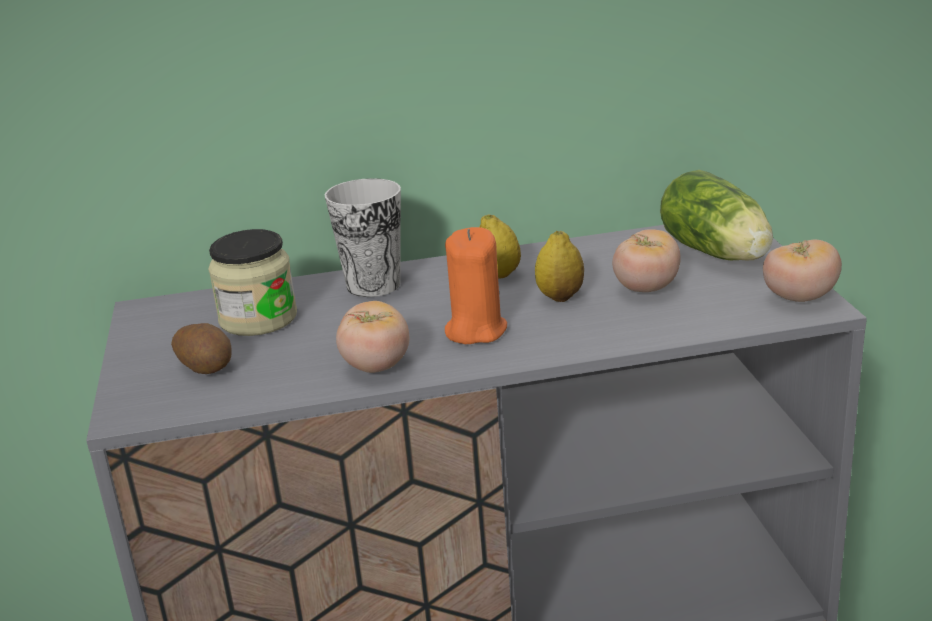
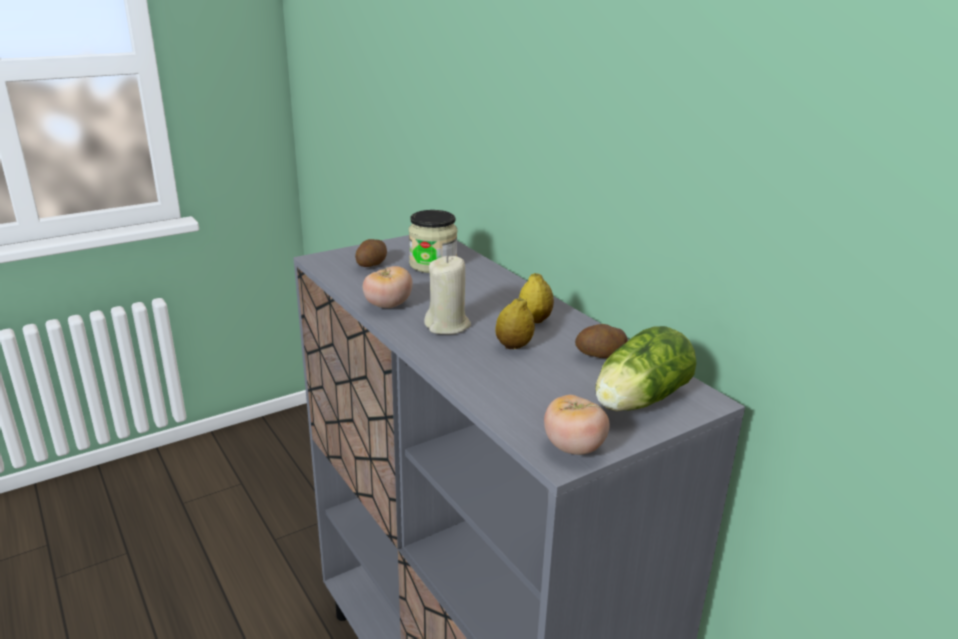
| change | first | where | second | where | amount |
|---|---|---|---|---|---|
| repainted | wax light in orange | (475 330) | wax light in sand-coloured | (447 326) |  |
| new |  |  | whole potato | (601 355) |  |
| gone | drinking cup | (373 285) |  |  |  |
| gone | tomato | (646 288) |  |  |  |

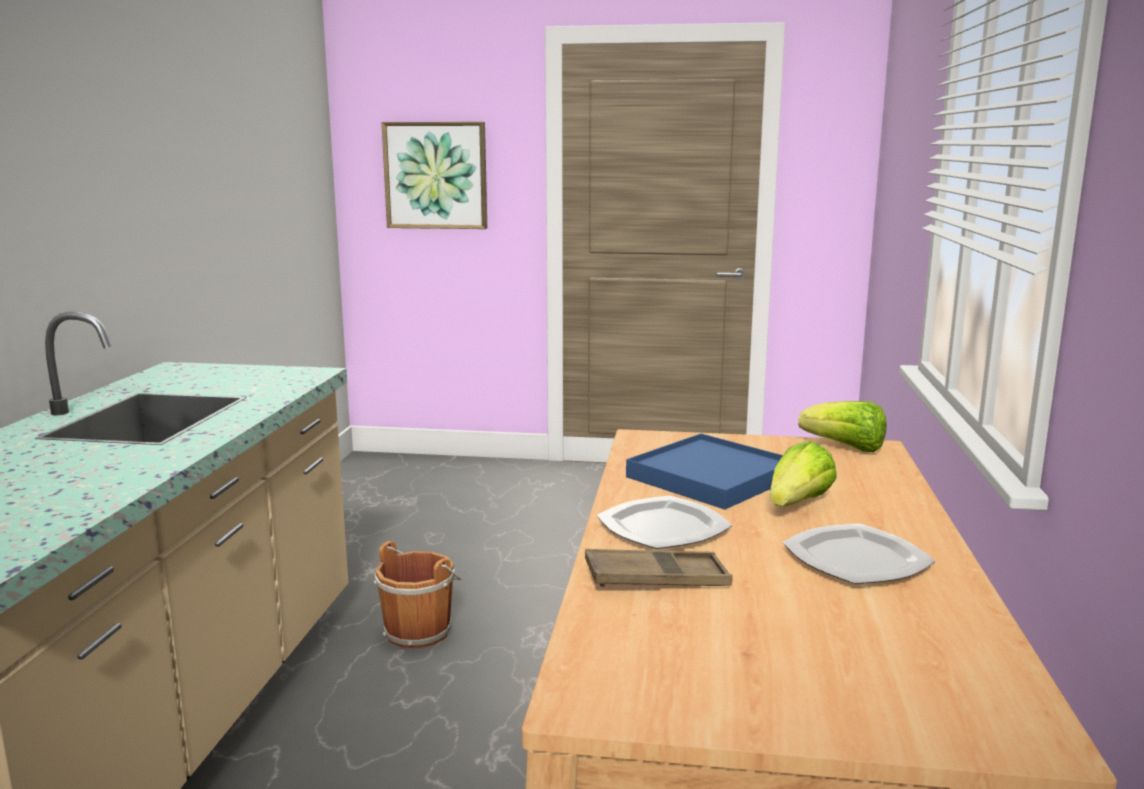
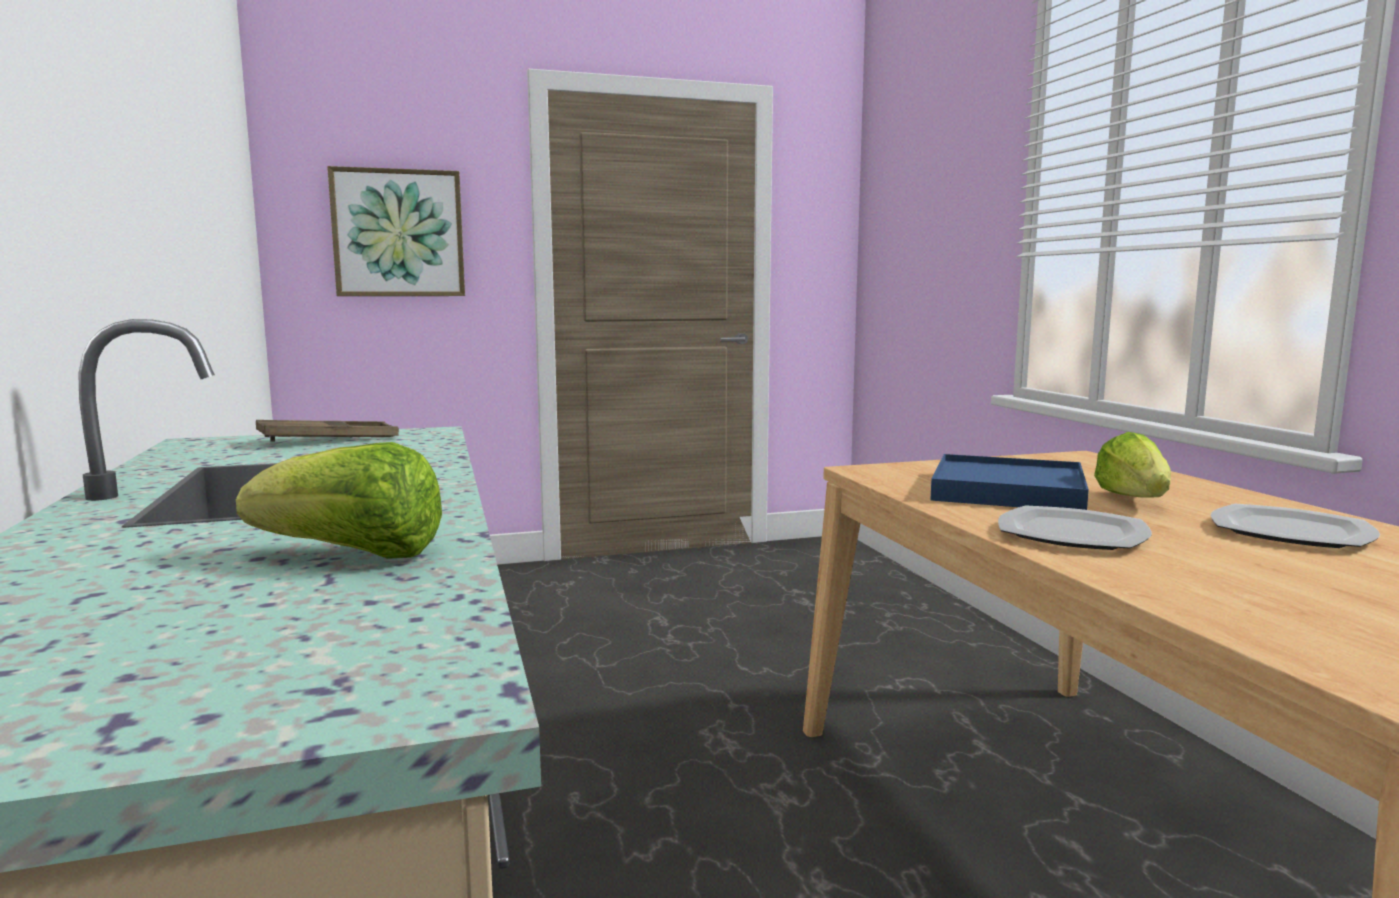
| change | first | where | second | where | amount |
|---|---|---|---|---|---|
| shifted | head of lettuce | (845 447) |  | (353 556) |  |
| shifted | serving tray in brown-coloured | (656 579) |  | (329 439) |  |
| gone | pail in brown-coloured | (419 630) |  |  |  |

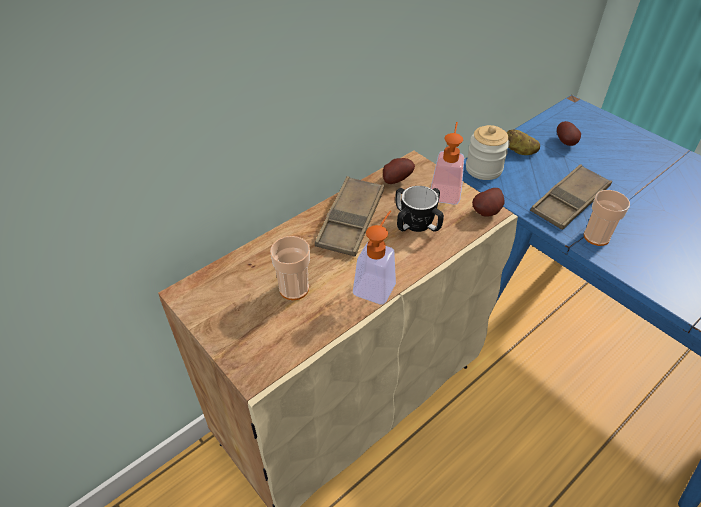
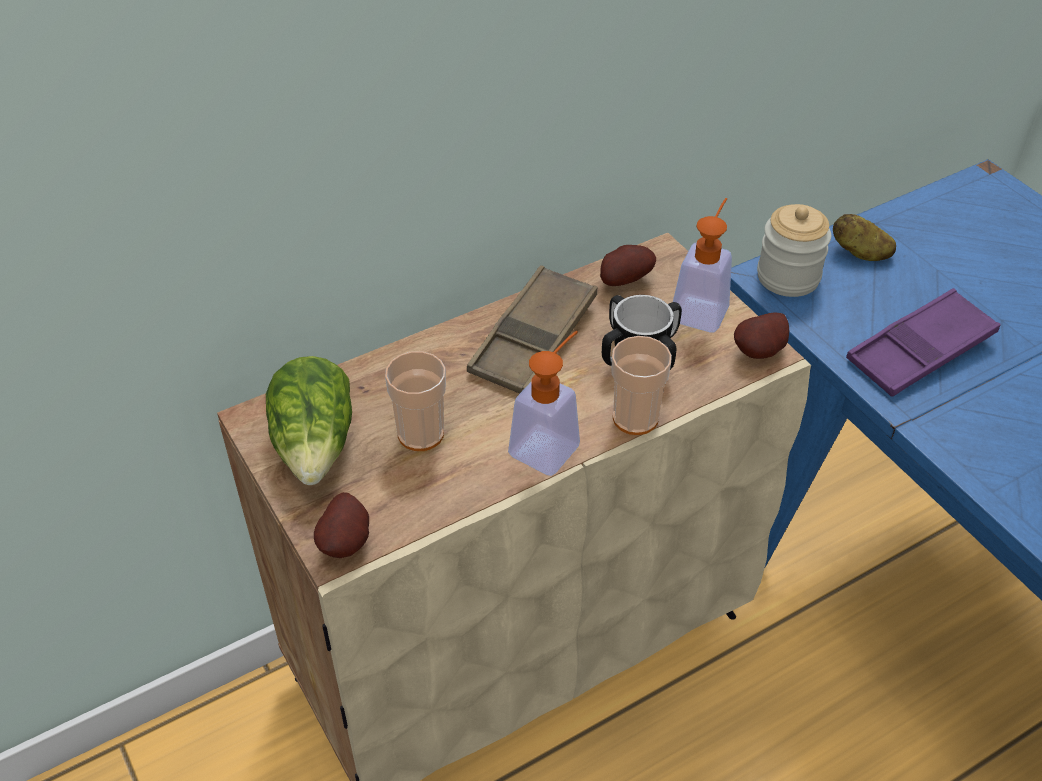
| change | first | where | second | where | amount |
|---|---|---|---|---|---|
| new |  |  | head of lettuce | (316 445) |  |
| shifted | whole potato | (566 143) |  | (347 542) |  |
| shifted | drinking cup | (596 237) |  | (635 418) |  |
| repainted | serving tray in brown-coloured | (569 202) | serving tray in purple-coloured | (920 351) |  |

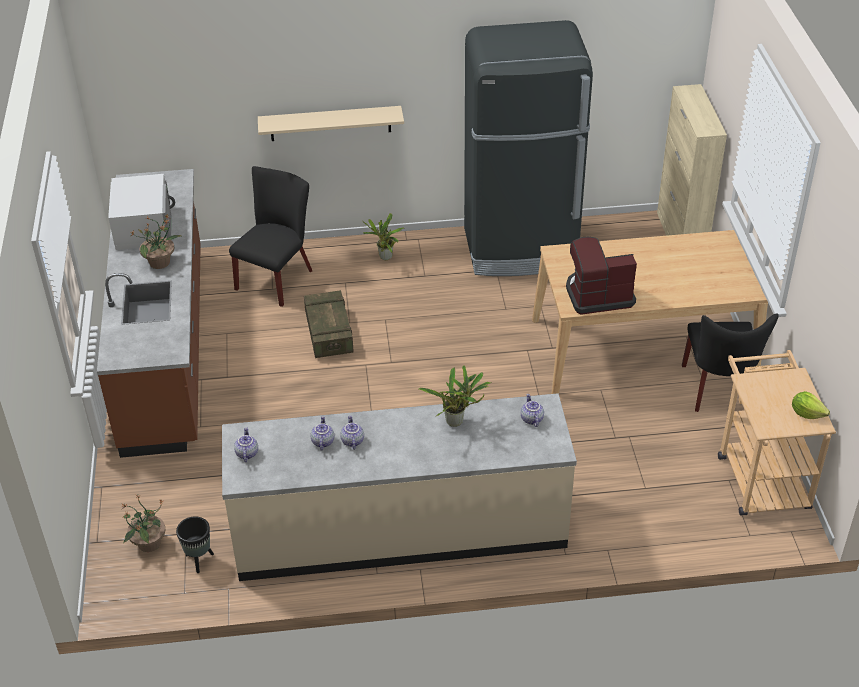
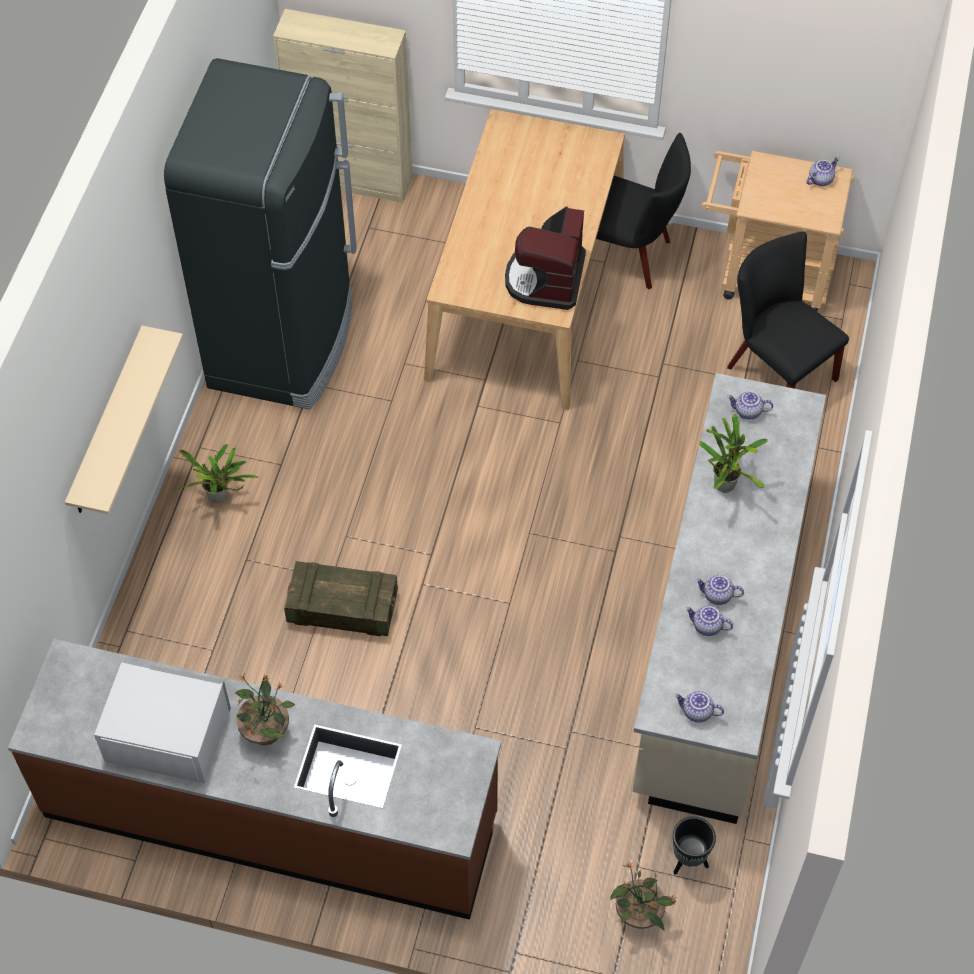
| change | first | where | second | where | amount |
|---|---|---|---|---|---|
| shifted | plain chair in black | (277 277) |  | (775 370) |  |
| swapped | head of lettuce | (806 413) | teapot | (820 179) |  |

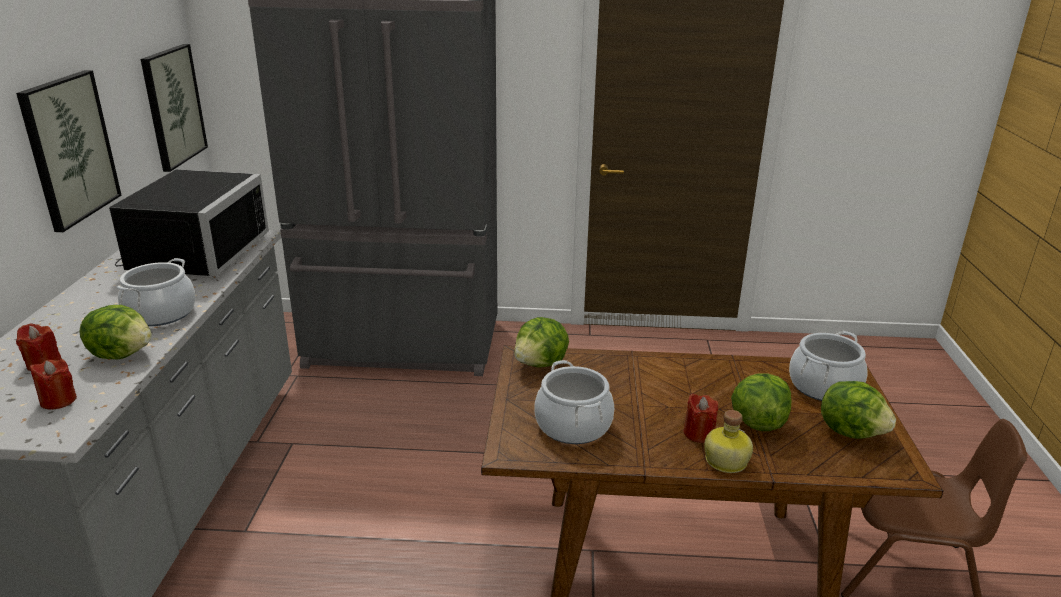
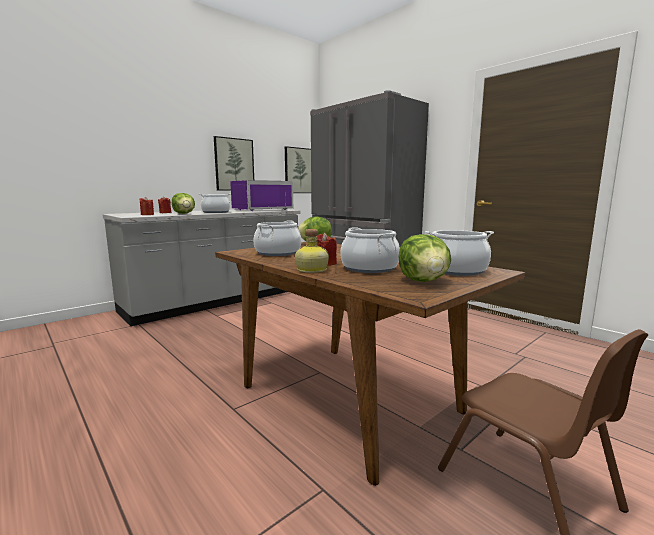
| change | first | where | second | where | amount |
|---|---|---|---|---|---|
| repainted | microwave oven in black | (192 252) | microwave oven in purple-coloured | (260 209) |  |
| swapped | head of lettuce | (758 422) | cooking pot | (369 268) |  |

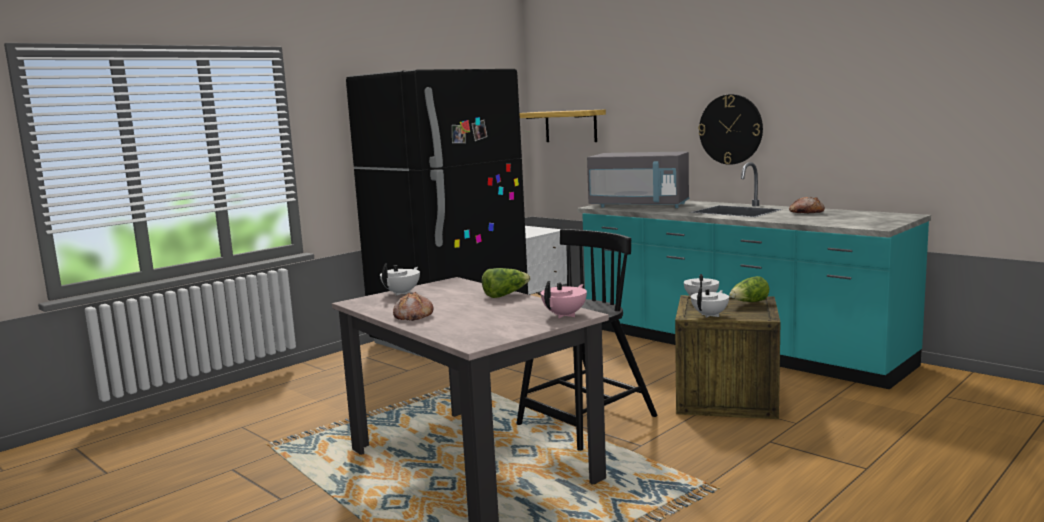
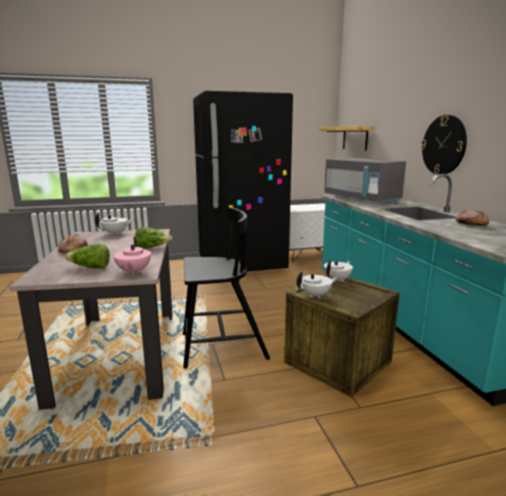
| change | first | where | second | where | amount |
|---|---|---|---|---|---|
| shifted | head of lettuce | (749 302) |  | (90 267) |  |
| rotated | teapot in pink | (565 315) |  | (133 272) | 105 degrees clockwise |

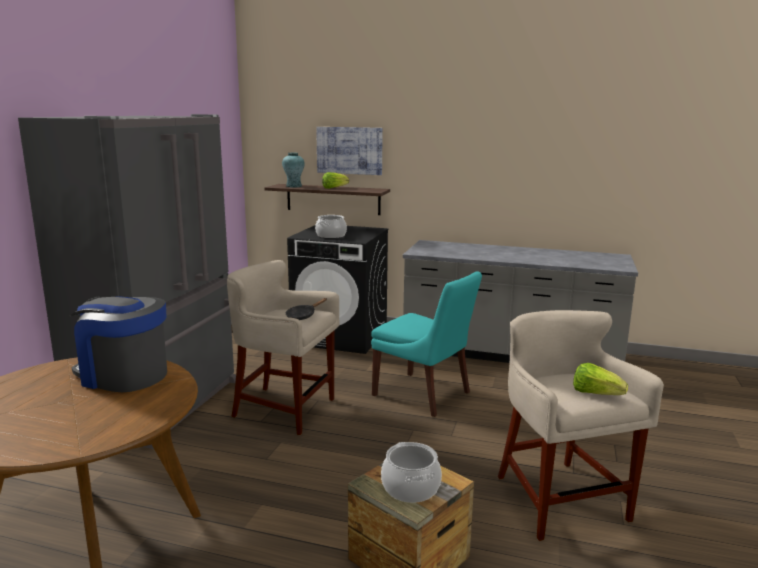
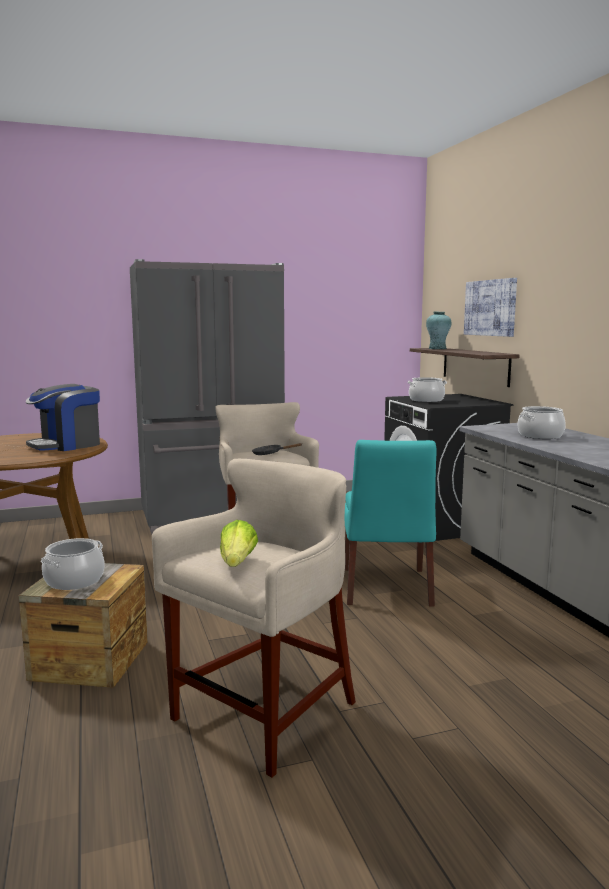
| change | first | where | second | where | amount |
|---|---|---|---|---|---|
| rotated | coffee maker | (123 375) |  | (67 445) | 120 degrees counterclockwise |
| new |  |  | cooking pot | (540 436) |  |
| gone | head of lettuce | (334 188) |  |  |  |

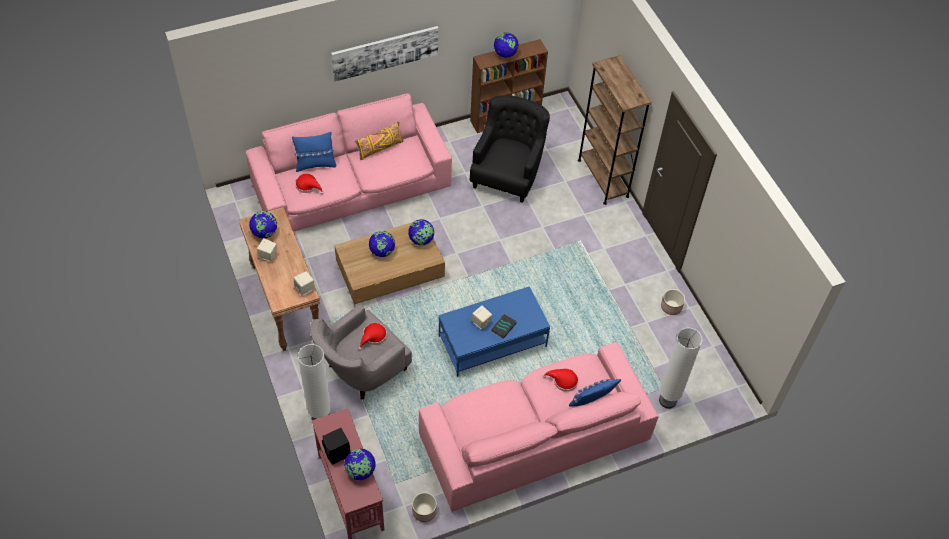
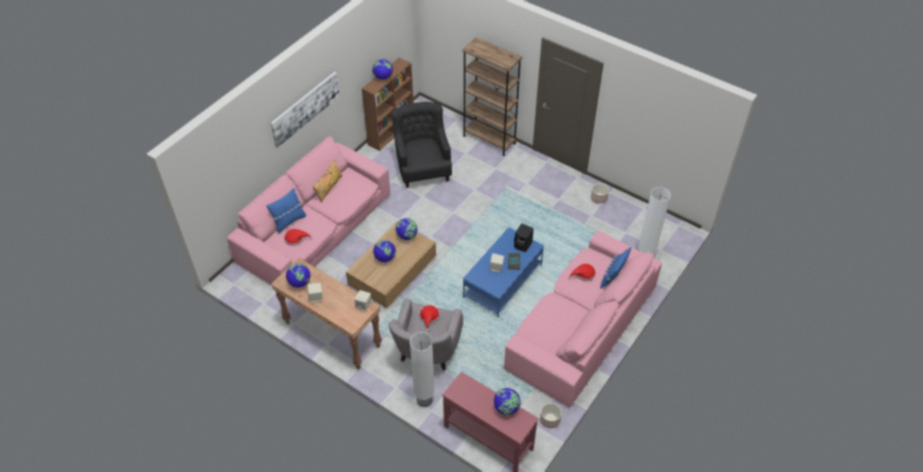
| change | first | where | second | where | amount |
|---|---|---|---|---|---|
| shifted | loudspeaker in black | (337 453) |  | (523 245) |  |

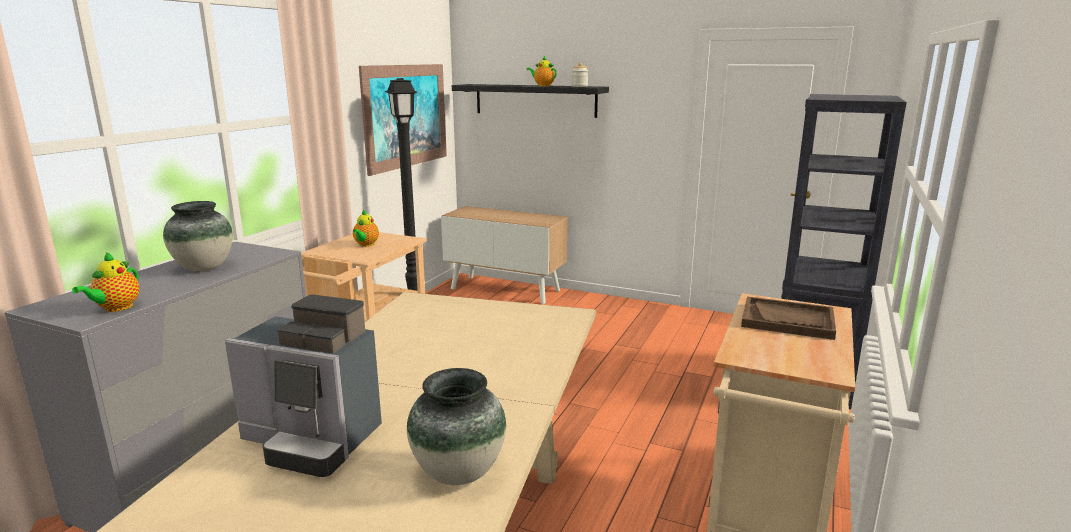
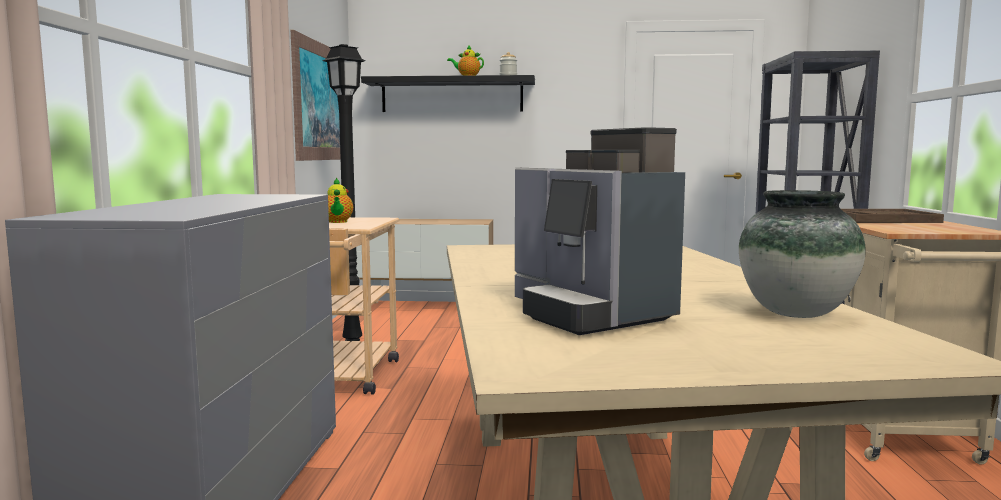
| change | first | where | second | where | amount |
|---|---|---|---|---|---|
| rotated | coffee maker | (313 440) |  | (588 314) | 60 degrees clockwise |
| gone | teapot | (116 308) |  |  |  |
| gone | vase | (203 268) |  |  |  |

